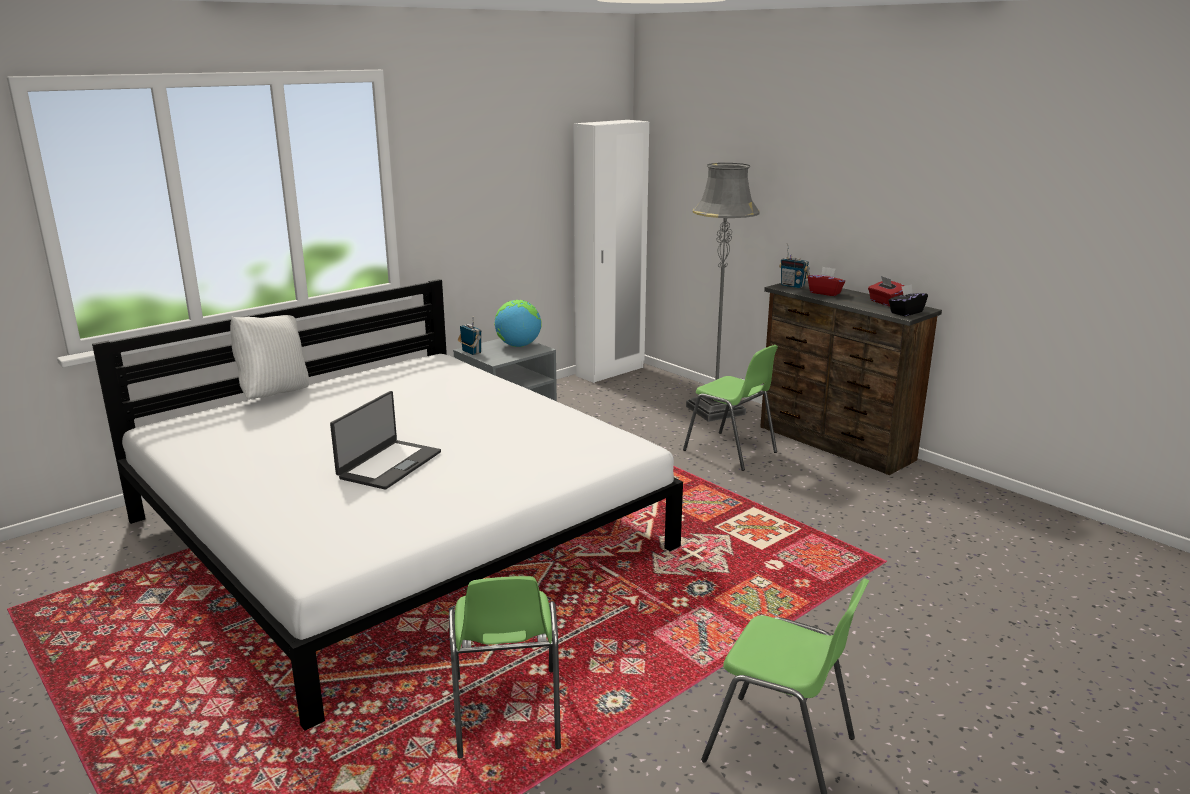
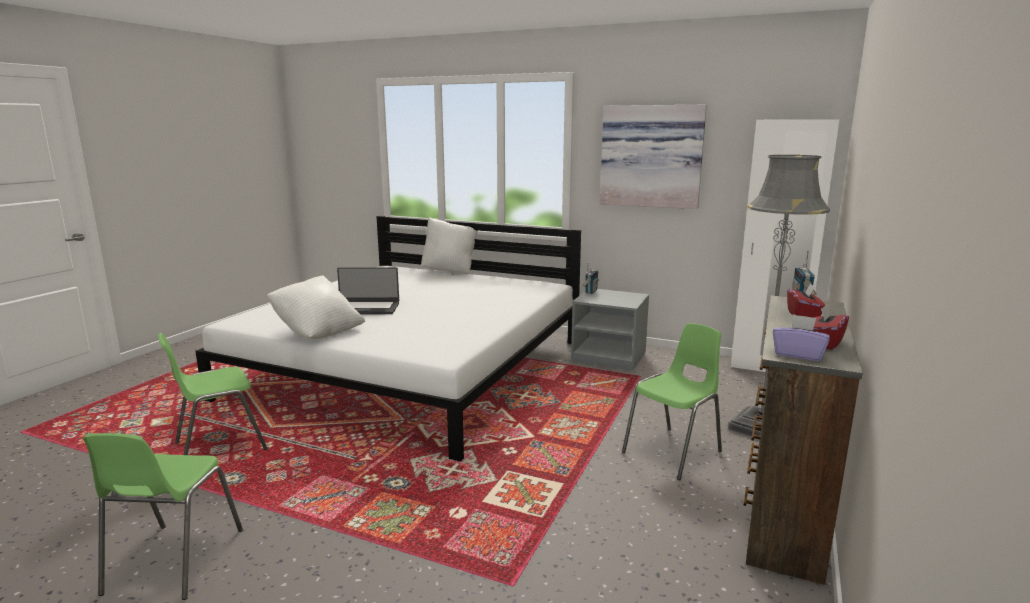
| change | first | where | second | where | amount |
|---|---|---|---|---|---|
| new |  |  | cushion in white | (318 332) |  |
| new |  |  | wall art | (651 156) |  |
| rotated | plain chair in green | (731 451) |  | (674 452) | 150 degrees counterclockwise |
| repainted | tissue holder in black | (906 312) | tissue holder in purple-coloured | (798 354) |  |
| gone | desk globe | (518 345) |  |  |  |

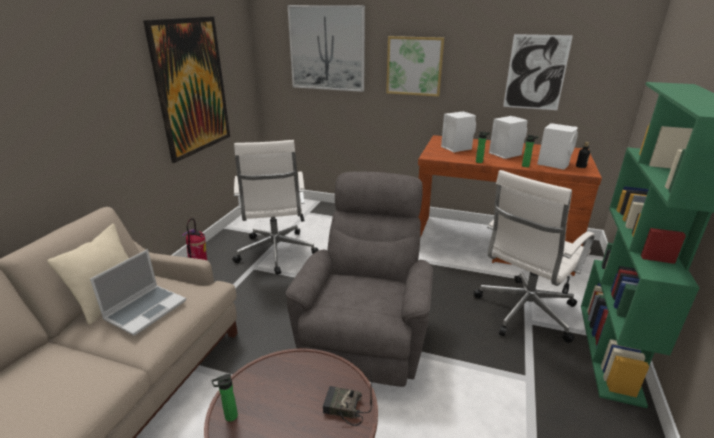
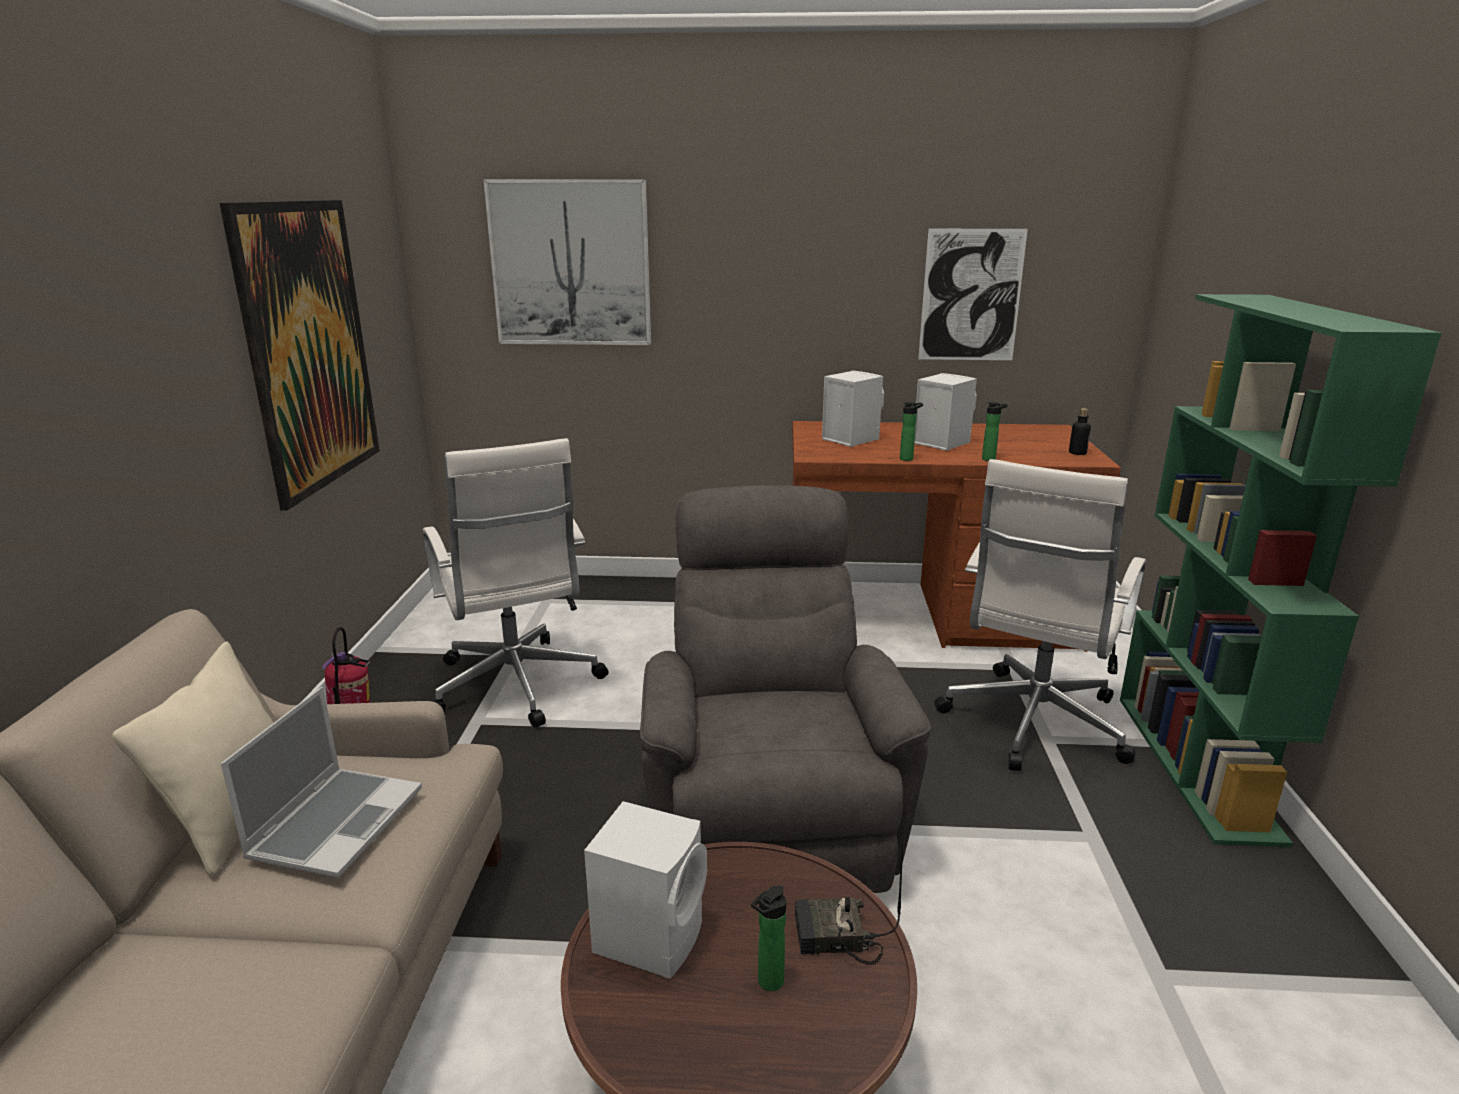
| change | first | where | second | where | amount |
|---|---|---|---|---|---|
| shifted | loudspeaker in white | (554 163) |  | (651 935) |  |
| shifted | drink bottle | (229 417) |  | (767 983) |  |
| gone | wall art | (414 66) |  |  |  |

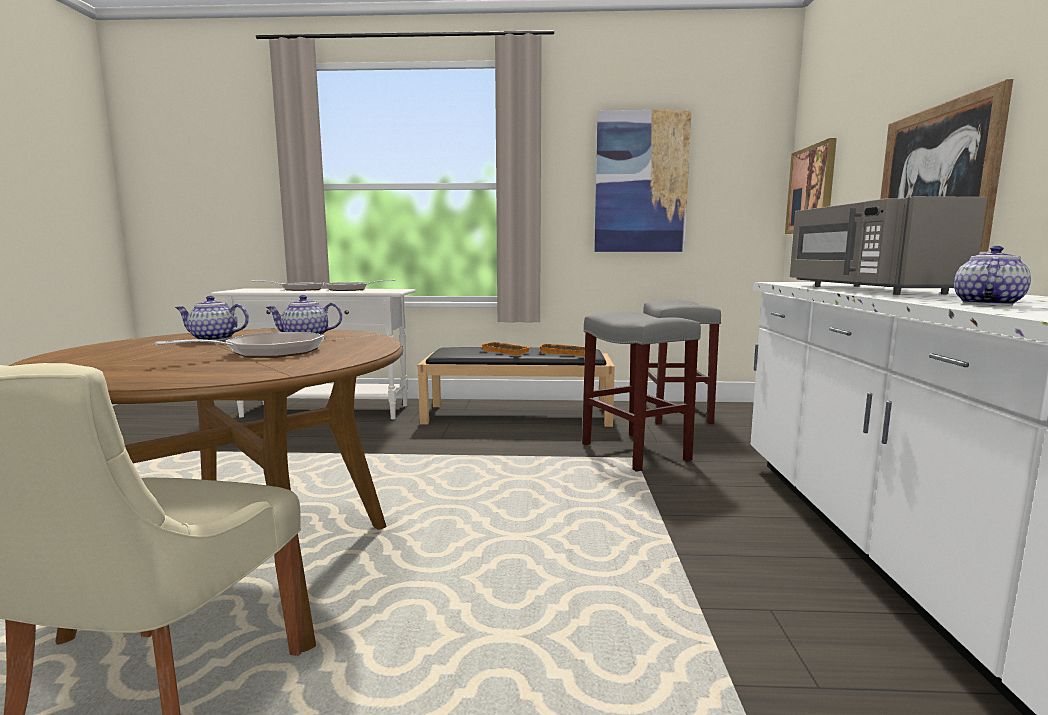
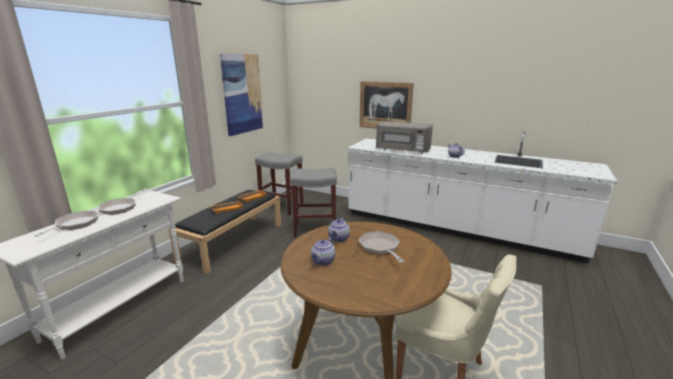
| change | first | where | second | where | amount |
|---|---|---|---|---|---|
| gone | wall art | (811 190) |  |  |  |

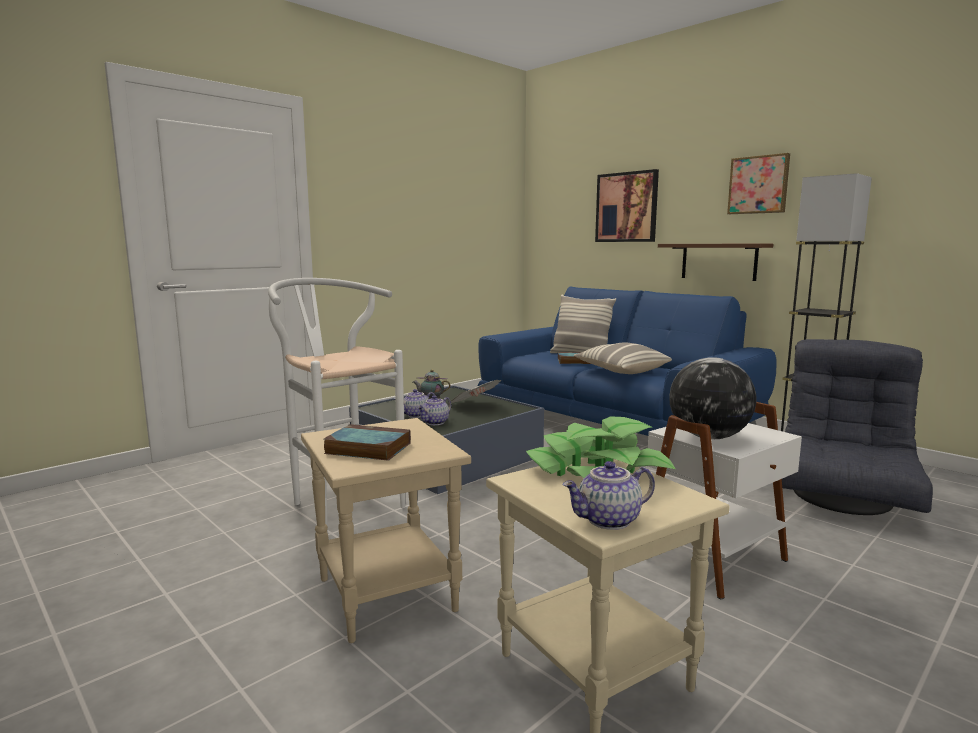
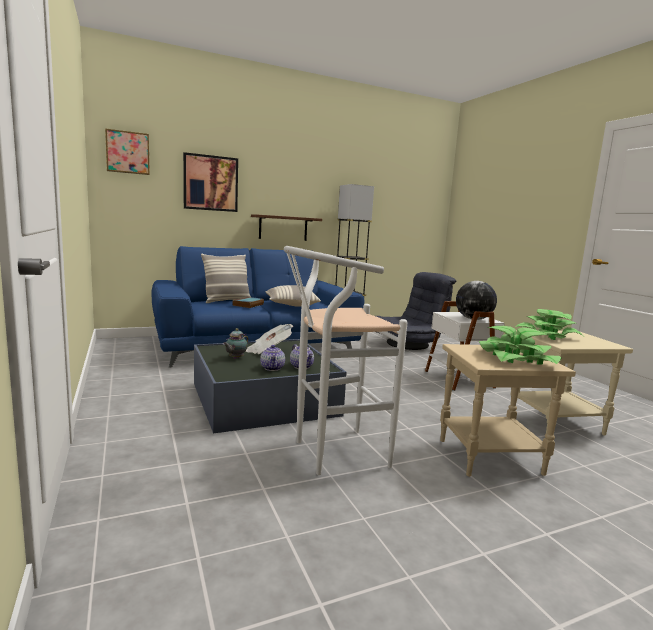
| change | first | where | second | where | amount |
|---|---|---|---|---|---|
| shifted | wall art | (759 185) |  | (128 152) |  |
| rotated | armchair in gray | (844 498) |  | (408 345) | 105 degrees clockwise |
| swapped | bound book | (366 448) | potted plant | (516 359) |  |
| gone | teapot | (608 521) |  |  |  |

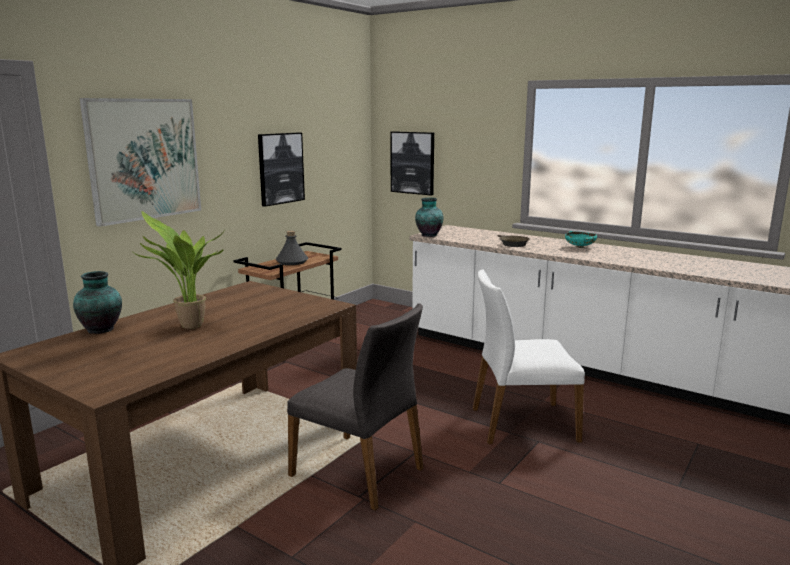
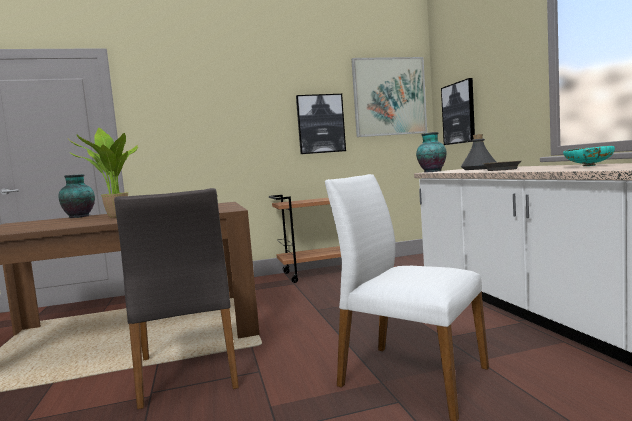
| change | first | where | second | where | amount |
|---|---|---|---|---|---|
| shifted | wall art | (144 159) |  | (389 97) |  |
| shifted | drink bottle in gray | (291 262) |  | (478 169) |  |

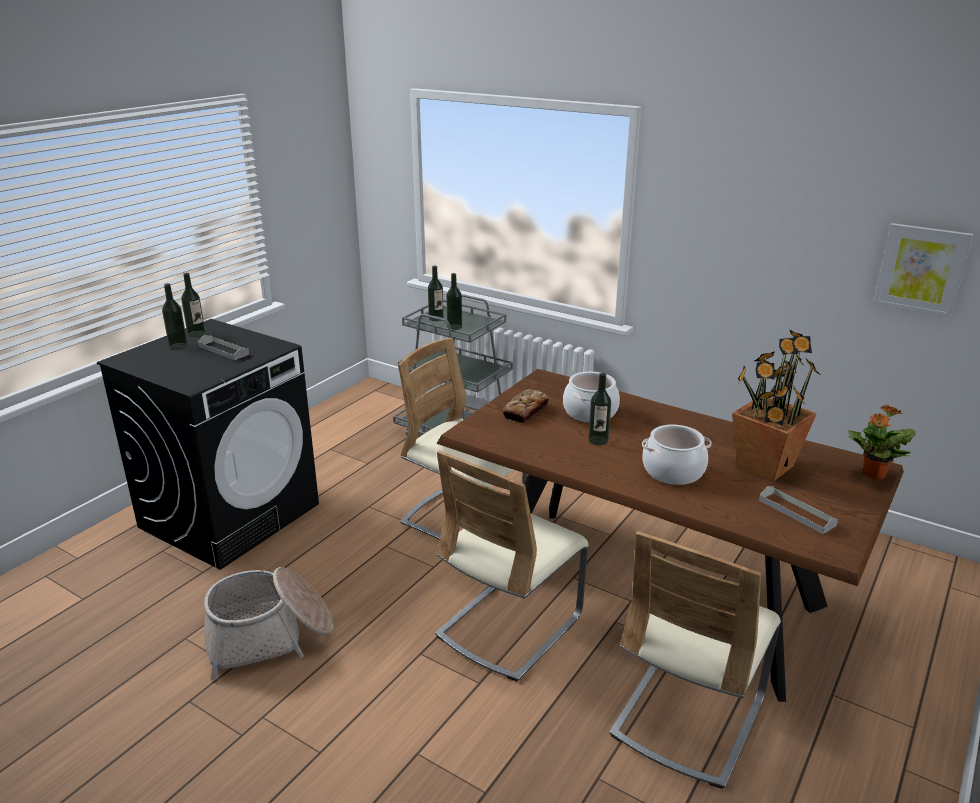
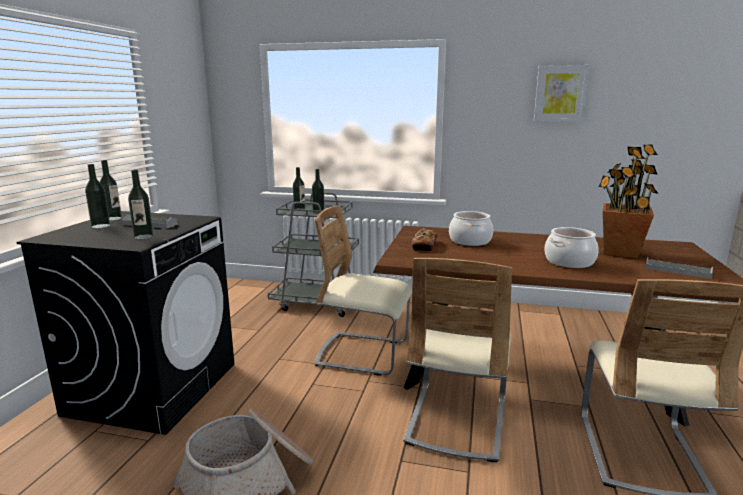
| change | first | where | second | where | amount |
|---|---|---|---|---|---|
| shifted | drink bottle | (598 440) |  | (143 237) |  |
| shifted | wall art | (921 269) |  | (560 93) |  |
| gone | potted plant | (873 474) |  |  |  |

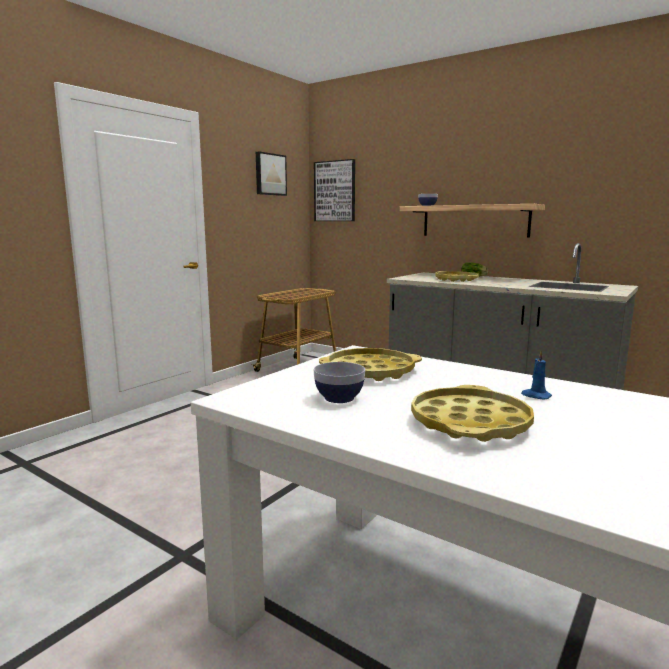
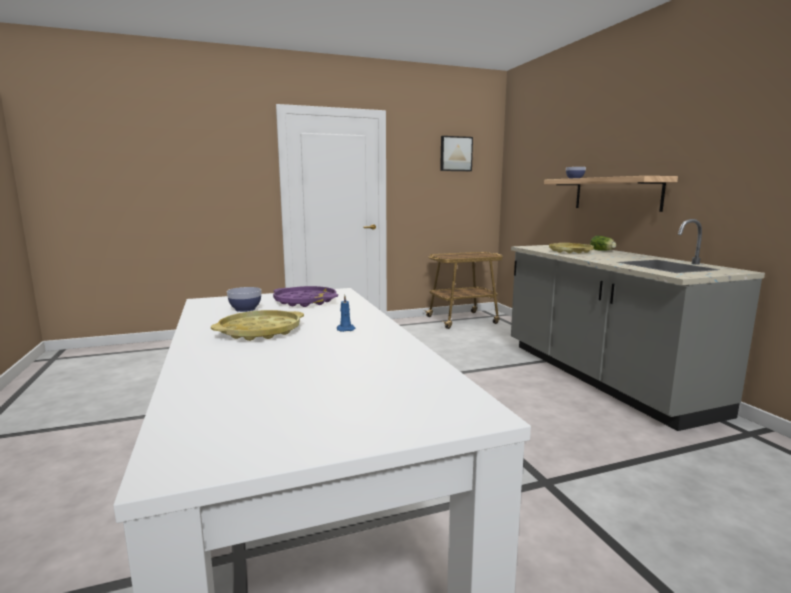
| change | first | where | second | where | amount |
|---|---|---|---|---|---|
| repainted | serving tray in yellow | (370 371) | serving tray in purple-coloured | (305 301) |  |
| gone | wall art | (335 191) |  |  |  |

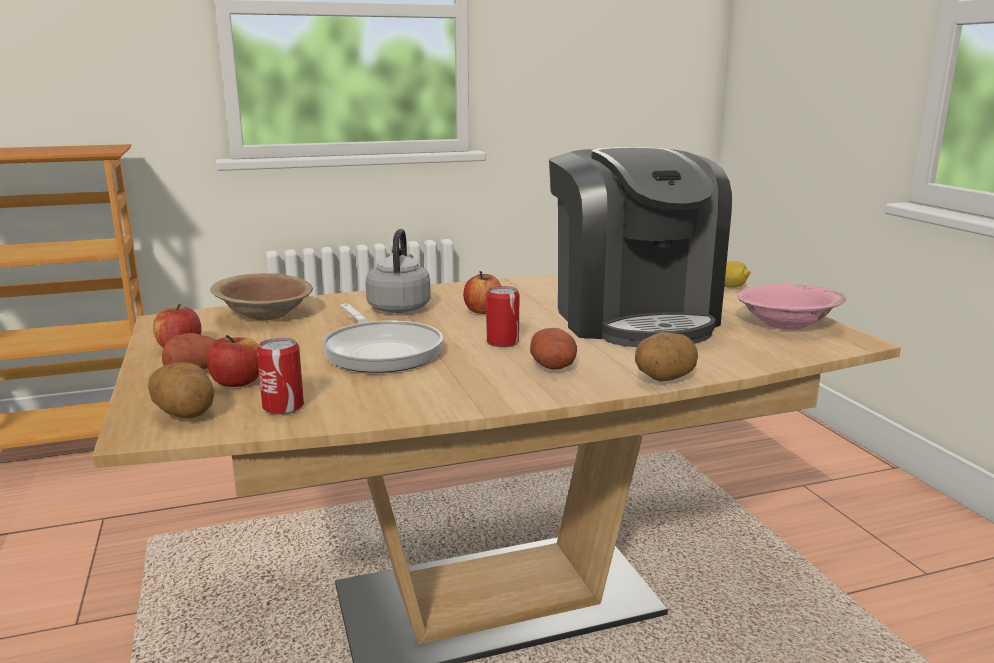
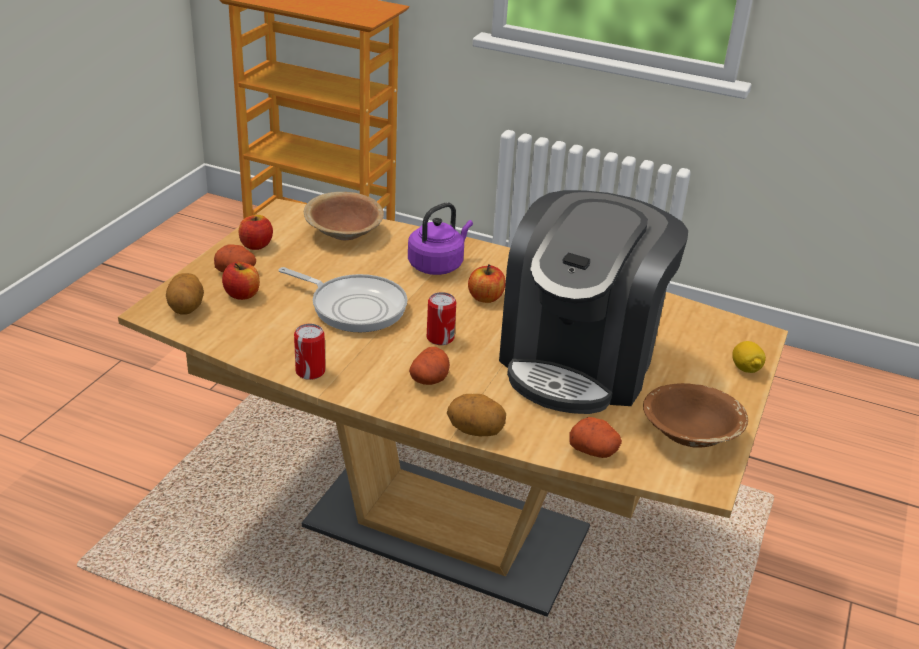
| change | first | where | second | where | amount |
|---|---|---|---|---|---|
| rotated | frying pan | (381 351) |  | (354 307) | 75 degrees counterclockwise |
| shifted | can | (283 407) |  | (310 371) |  |
| repainted | kettle in gray | (400 307) | kettle in purple-coloured | (437 265) |  |
| new |  |  | whole potato | (594 450) |  |
| repainted | bowl in pink | (786 324) | bowl in brown-coloured | (689 435) |  |

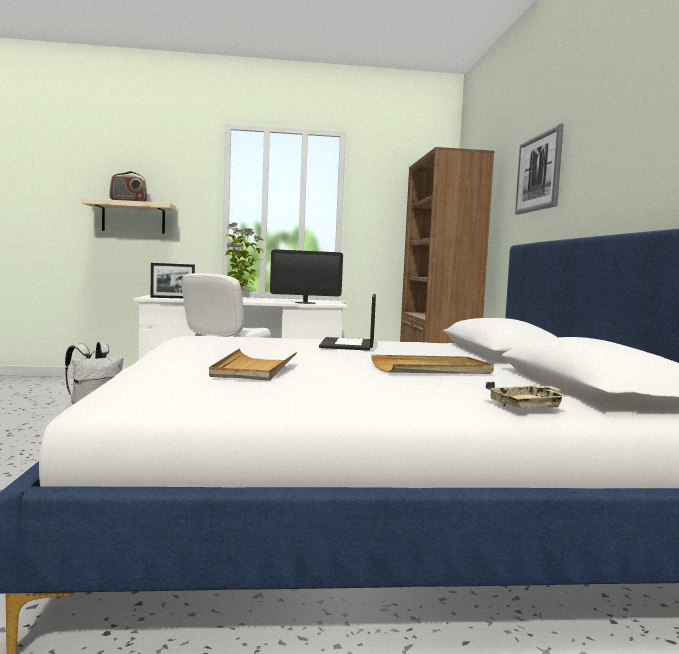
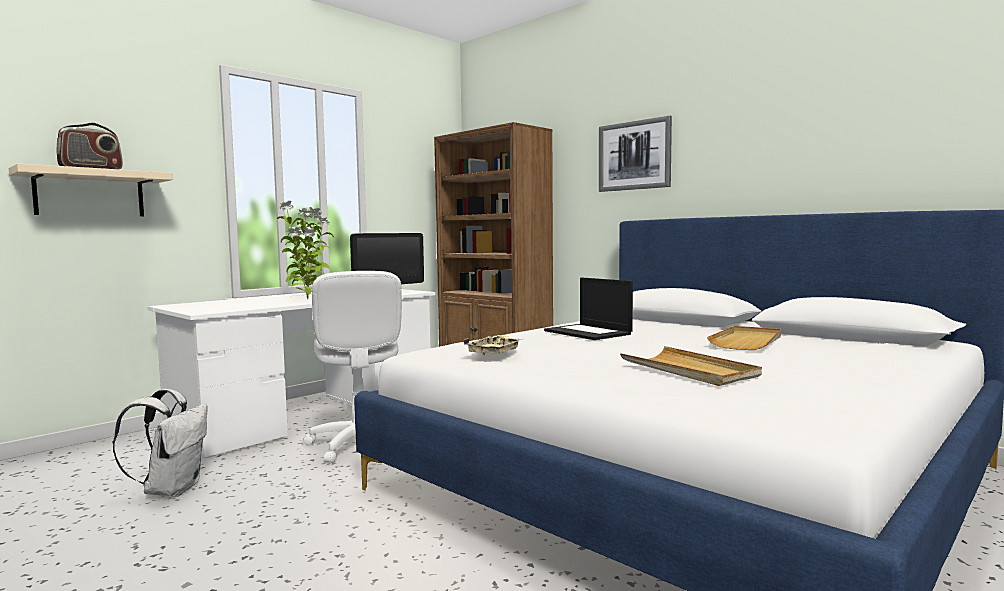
| change | first | where | second | where | amount |
|---|---|---|---|---|---|
| shifted | serving tray in sand-coloured | (528 406) |  | (495 352) |  |
| gone | picture frame | (172 298) |  |  |  |

